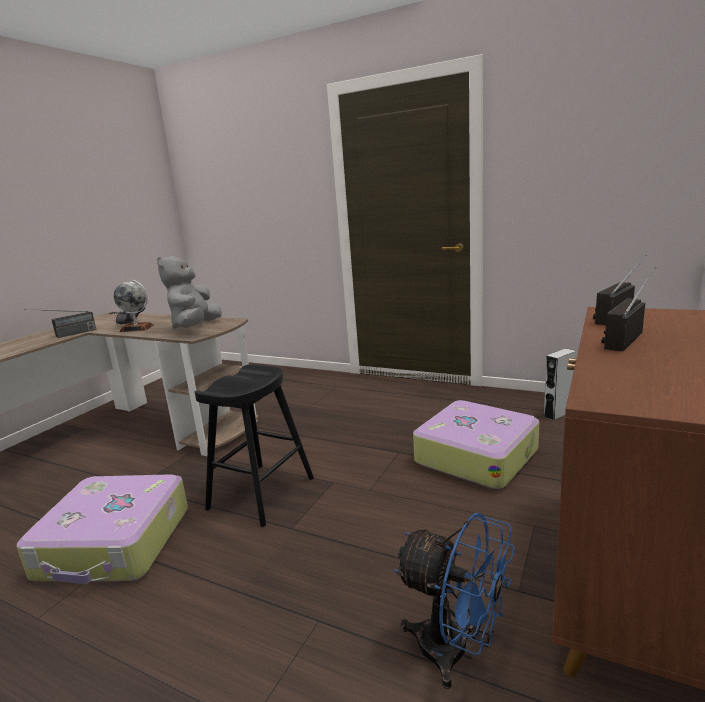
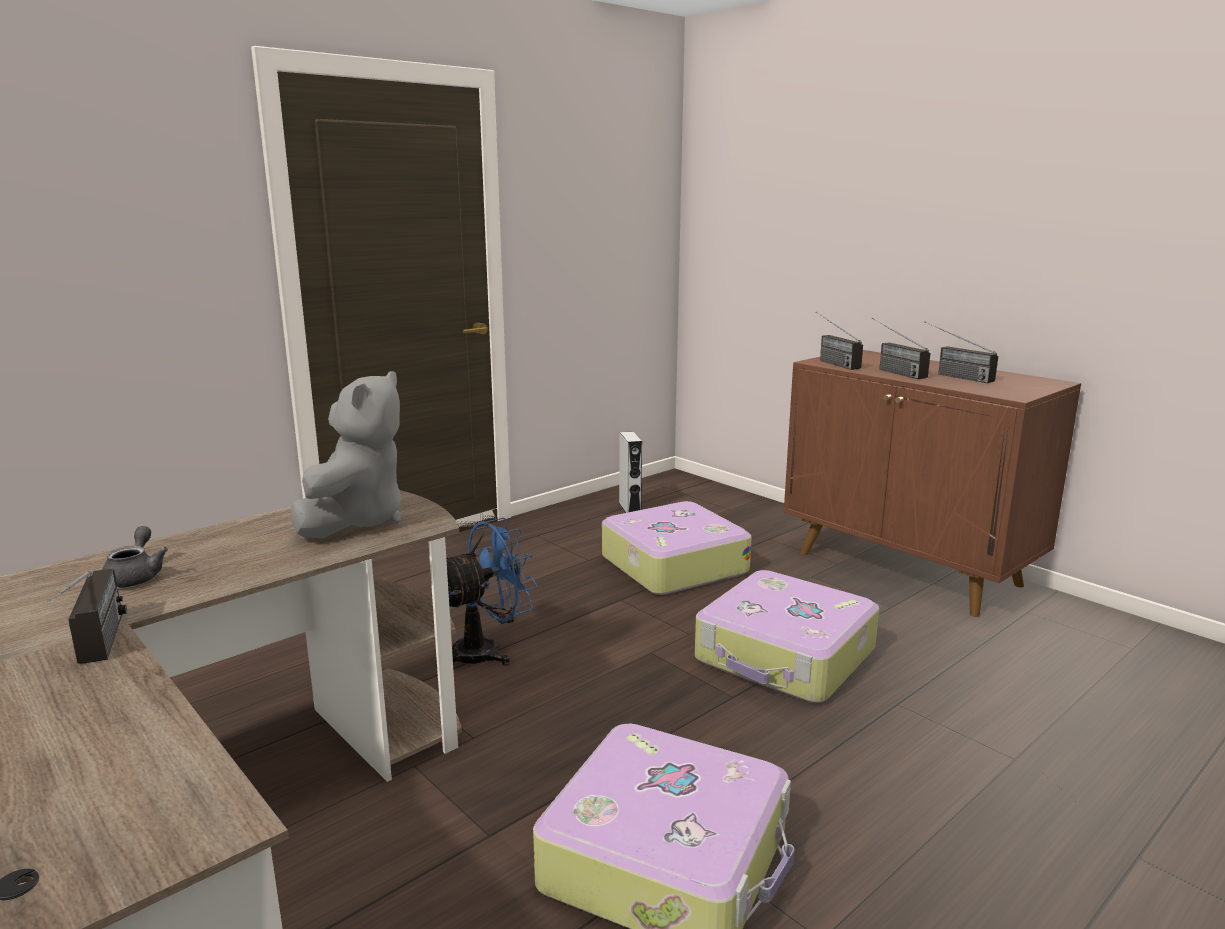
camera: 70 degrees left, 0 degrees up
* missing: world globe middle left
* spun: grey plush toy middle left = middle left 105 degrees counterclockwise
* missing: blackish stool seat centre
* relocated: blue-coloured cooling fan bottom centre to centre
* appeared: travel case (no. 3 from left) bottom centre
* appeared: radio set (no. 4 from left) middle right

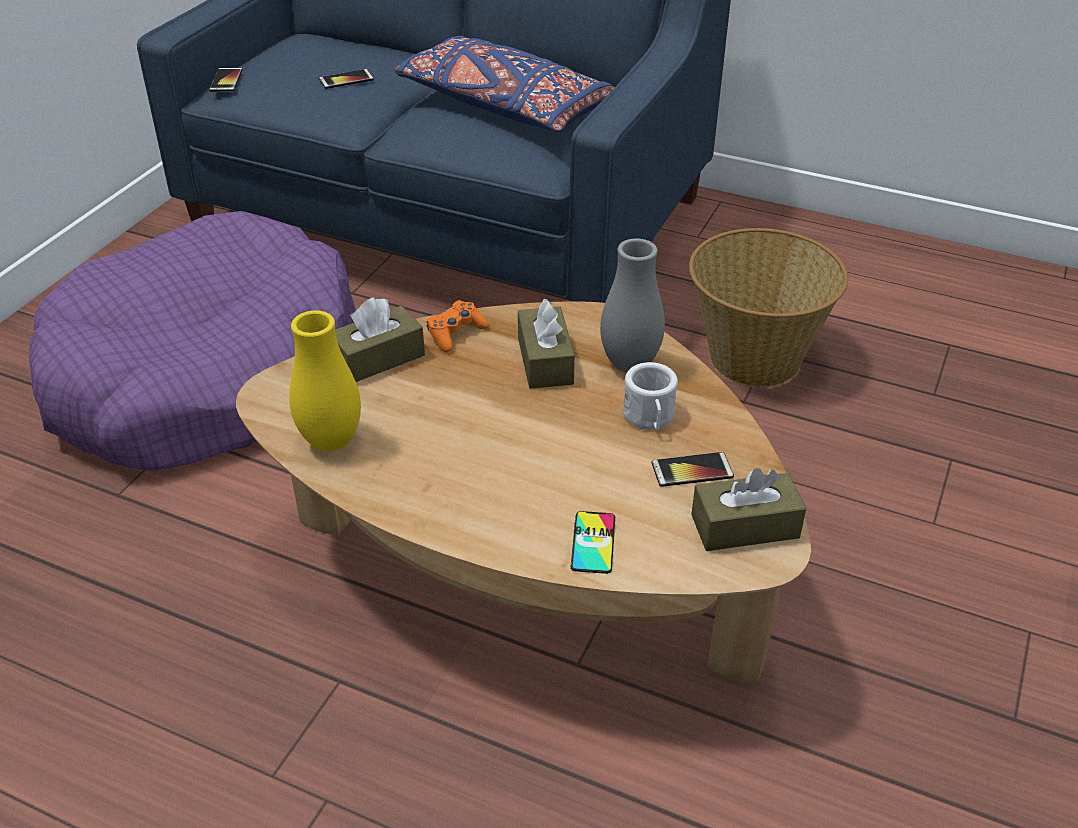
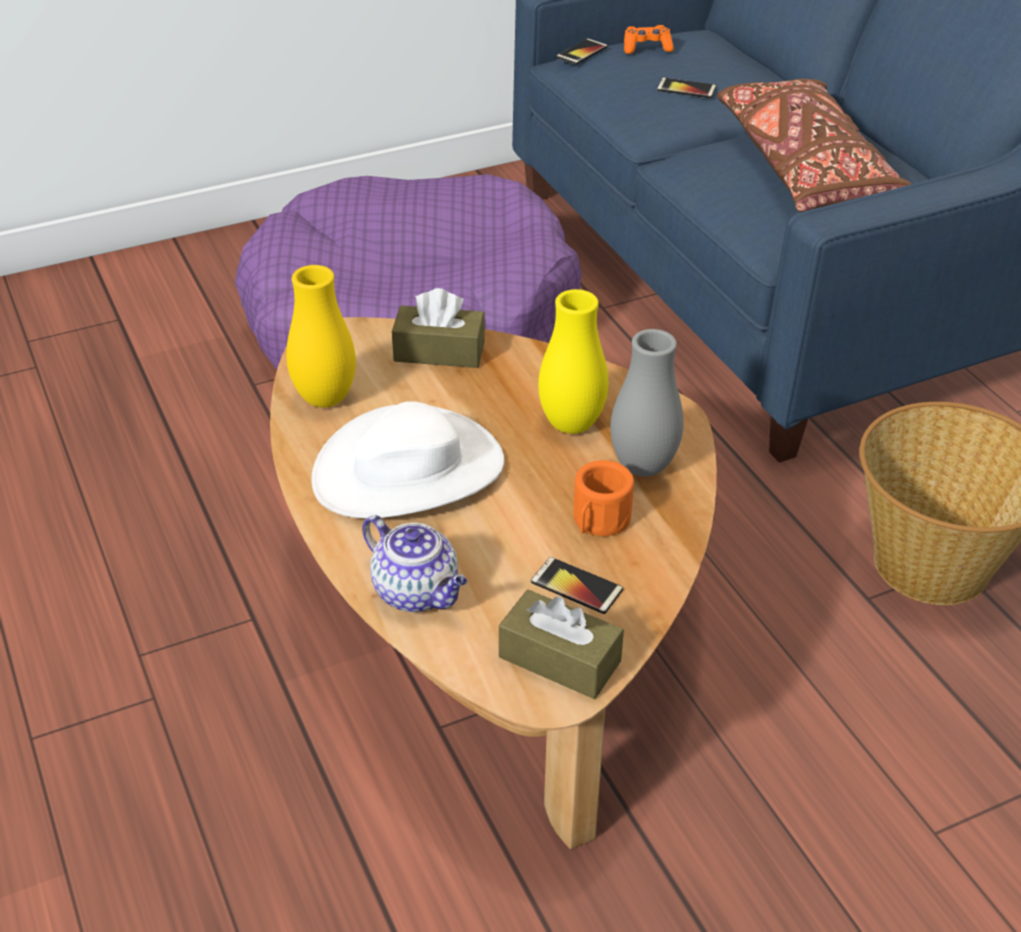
camera: 40 degrees right, 0 degrees up
* colour: blue-coloured throw pillow top centre to brown throw pillow top right
* relocated: orange-coloured joypad centre to top centre
* exchanged: brown tissue box (no. 2 from left) centre to yellowish flower vase (no. 2 from left) centre
* exchanged: telephone (no. 3 from left) centre to teapot centre
* colour: white tea mug centre to orange-coloured tea mug centre
* appeared: white clothing hat centre

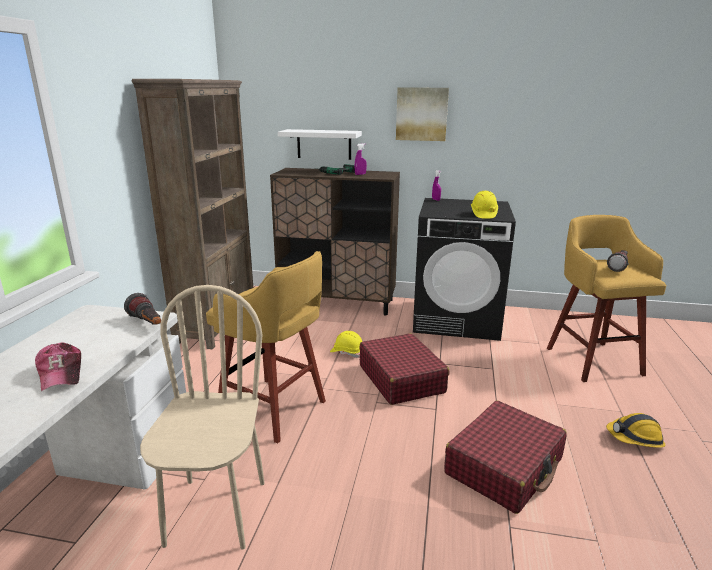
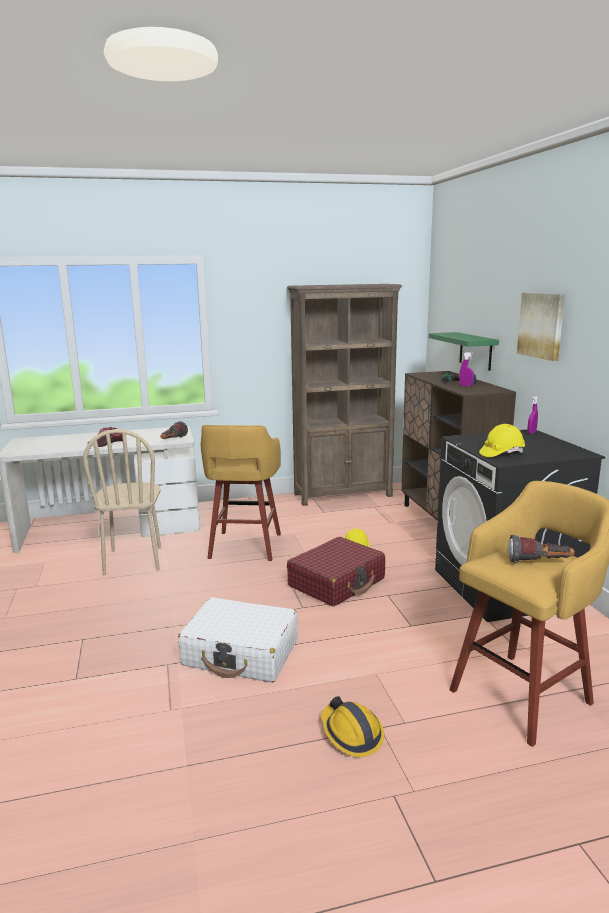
camera: 65 degrees right, 5 degrees down
* spun: sand-coloured upright chair bottom left = middle left 105 degrees clockwise
* colour: white bracket shelf top centre to green-coloured bracket shelf middle right
* colour: red-coloured travel case (no. 2 from left) bottom right to white travel case bottom centre

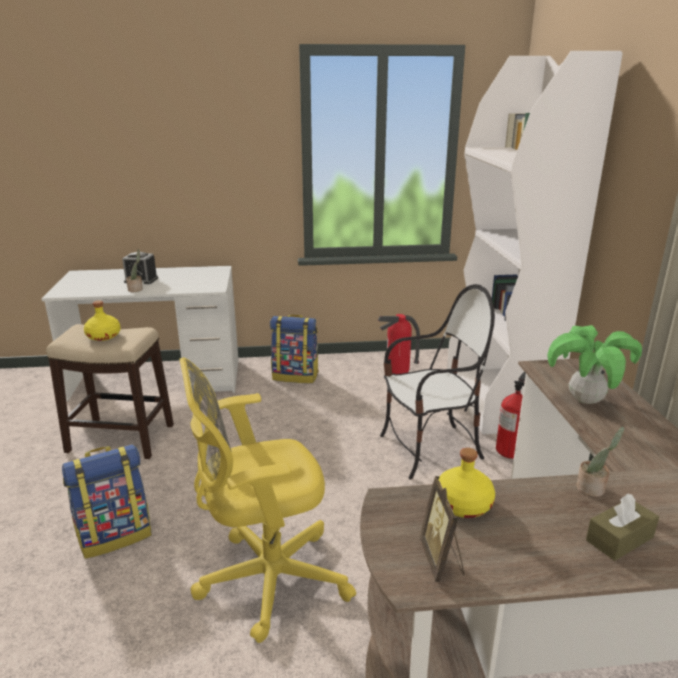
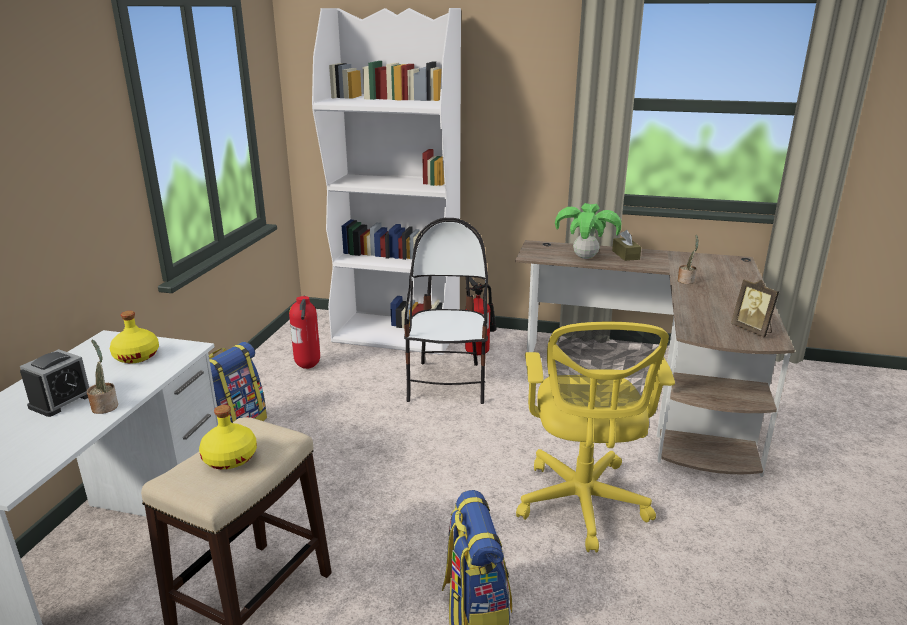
camera: 70 degrees left, 0 degrees up
* spun: photo frame bottom centre = middle right 45 degrees clockwise
* relocated: yellowish beverage bottle (no. 2 from left in the first image) bottom right to yellowish beverage bottle (no. 1 from left) middle left
* relocated: brown tissue box bottom right to middle right

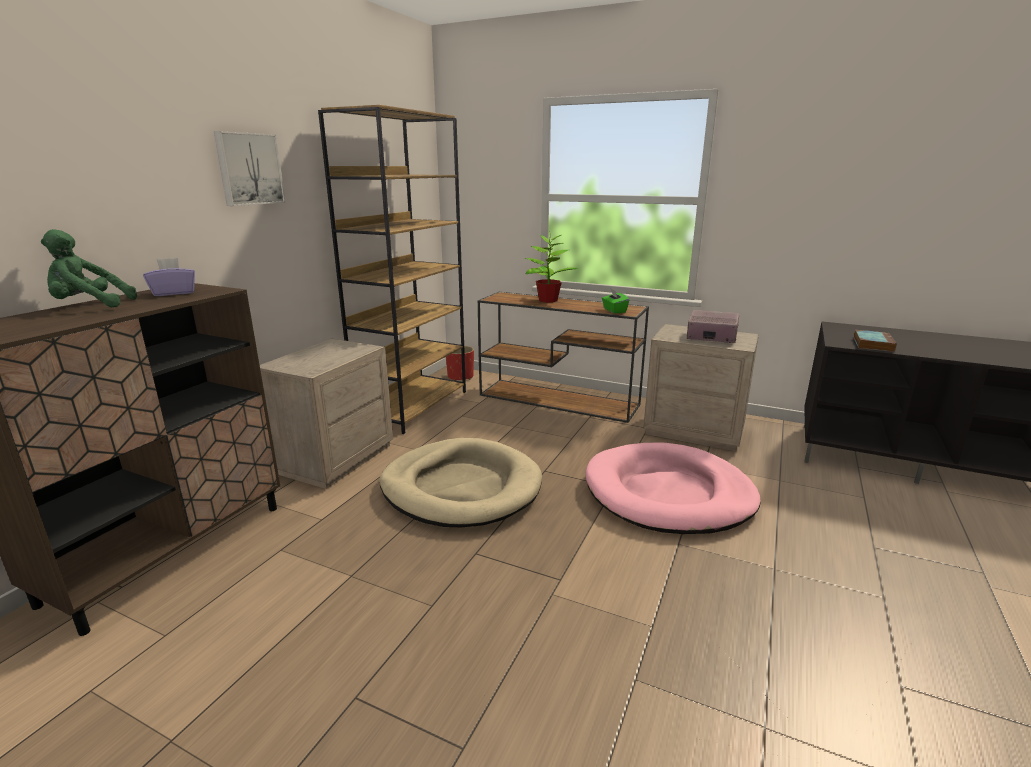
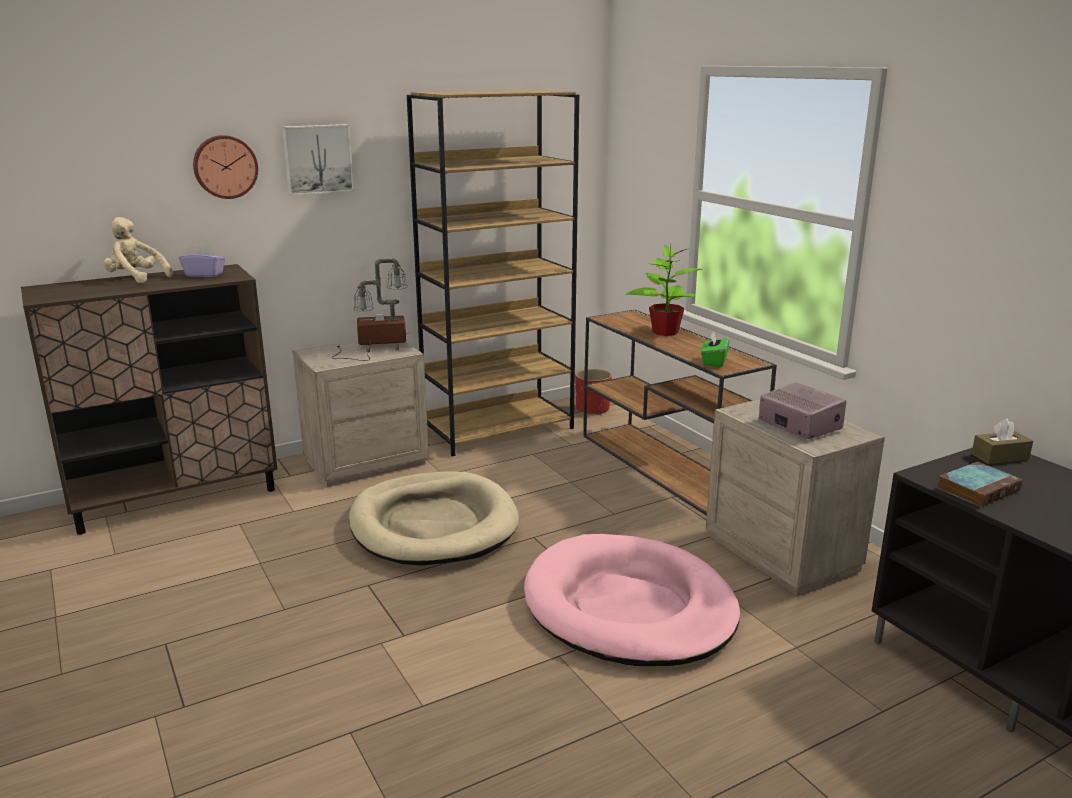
camera: 35 degrees right, 0 degrees up
* colour: green-coloured plush toy middle left to sand-coloured plush toy top left
* appeared: hanging clock top left
* appeared: table lamp centre
* appeared: brown tissue box middle right

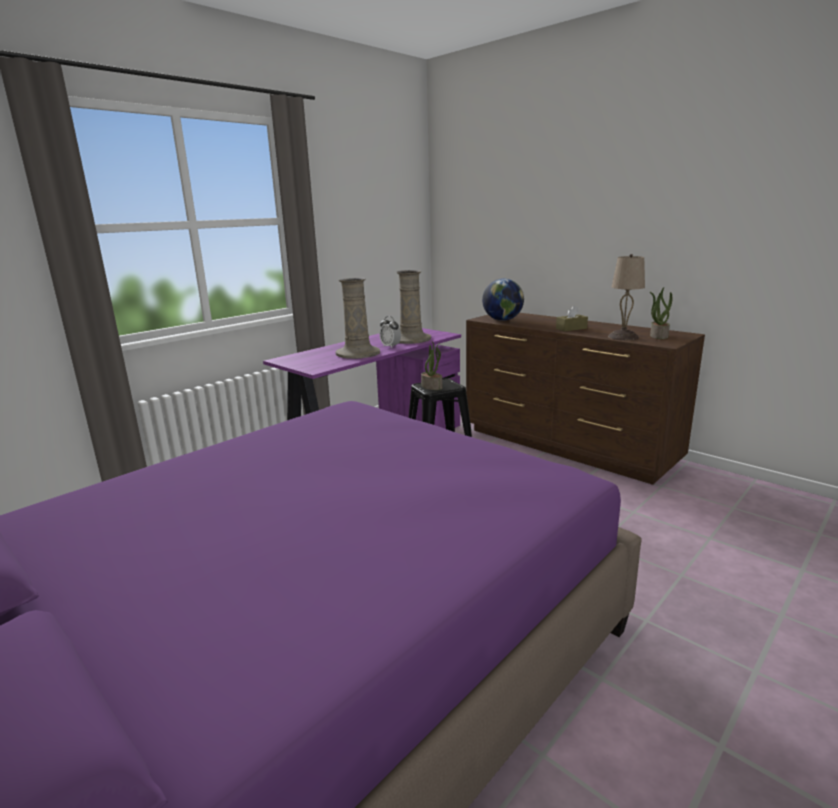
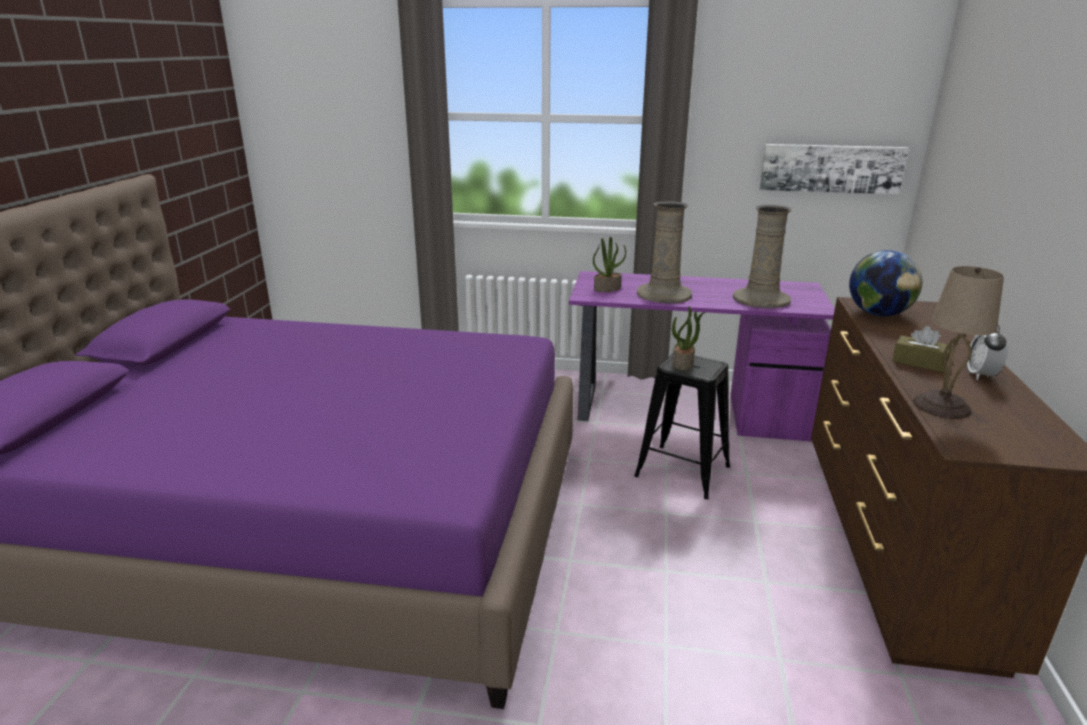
camera: 55 degrees right, 5 degrees up
* relocated: table clock centre to middle right
* relocated: houseplant (no. 2 from left in the first image) middle right to houseplant (no. 1 from left) centre
* appeared: wall picture top right

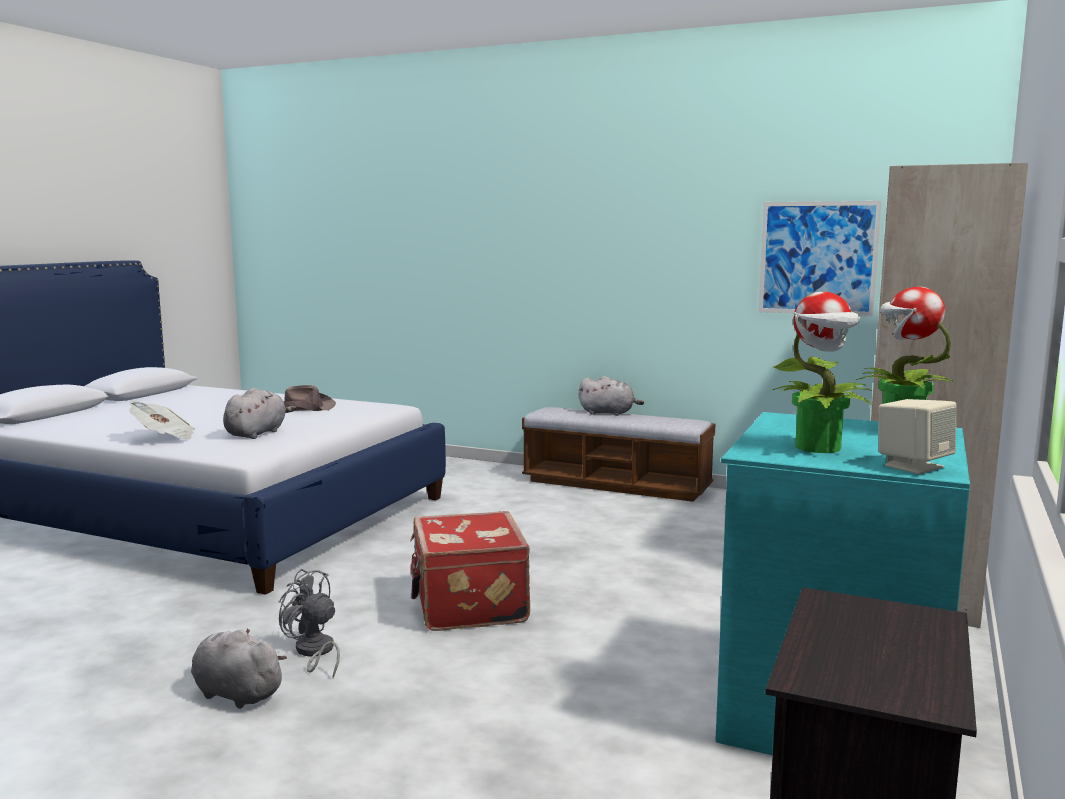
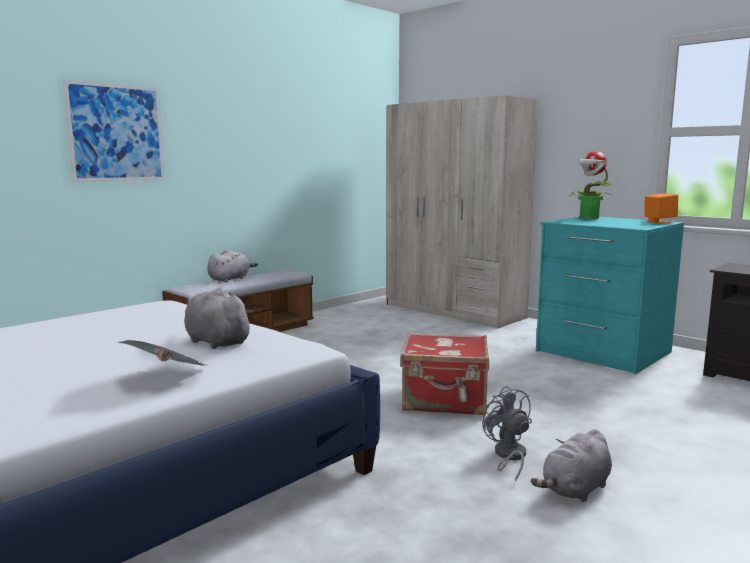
camera: 70 degrees left, 0 degrees up
* spun: grey cooling fan bottom left = bottom right 105 degrees clockwise
* missing: brown clothing hat middle left
* relocated: wall picture top right to top left
* missing: houseplant (no. 1 from left) middle right
* colour: sand-coloured loudspeaker middle right to orange-coloured loudspeaker middle right

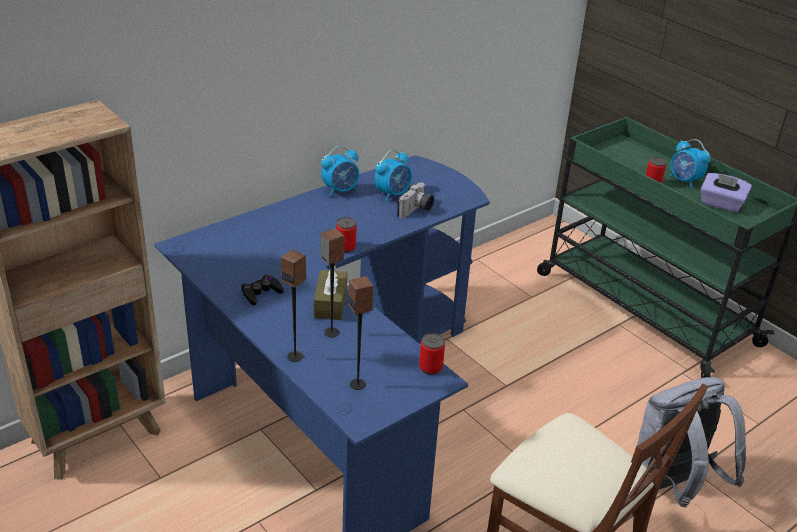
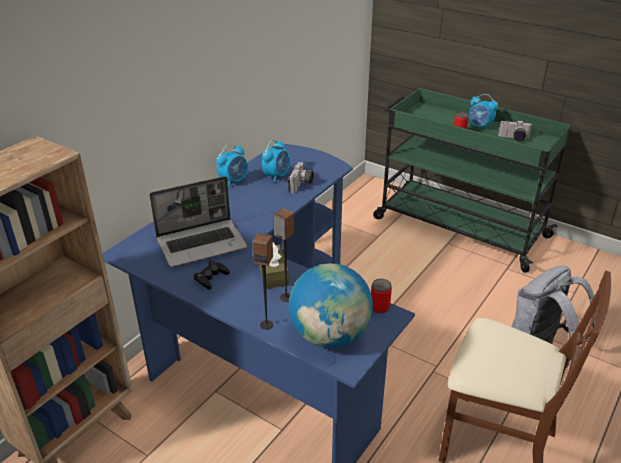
camera: 15 degrees left, 0 degrees up
* missing: can (no. 1 from left) centre
* exchanged: loudspeaker (no. 3 from left) centre to world globe centre
* exchanged: purple tissue box middle right to still camera (no. 2 from left) top right
* appeared: portable computer middle left

